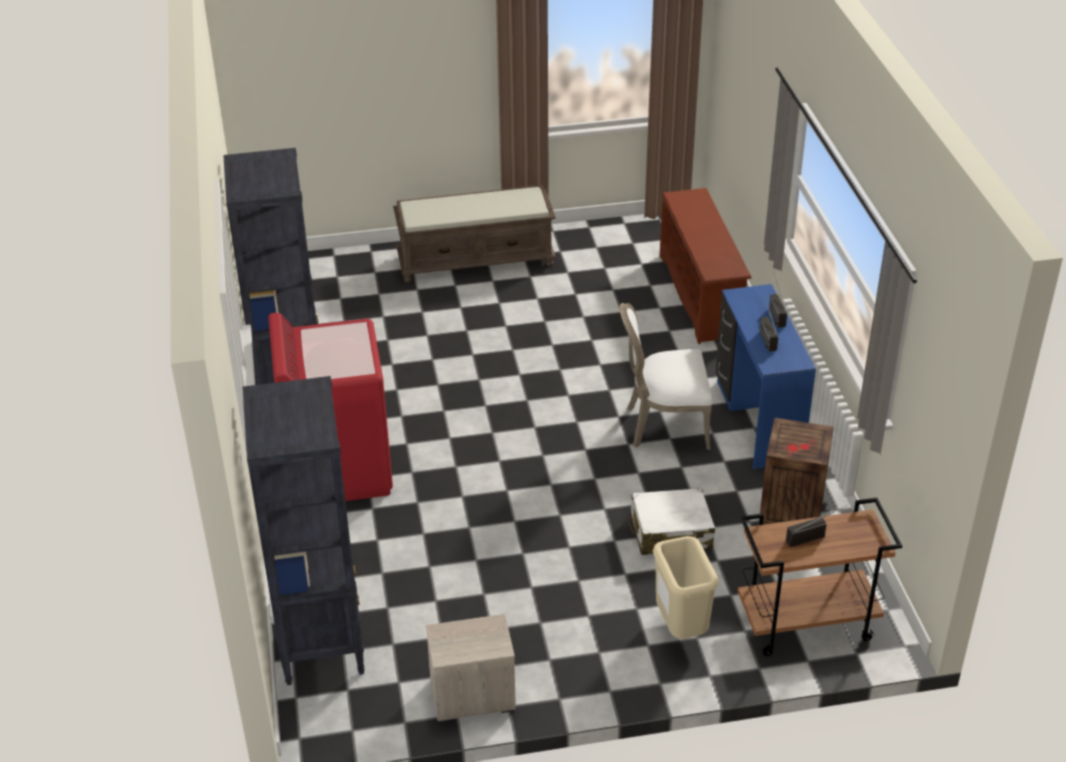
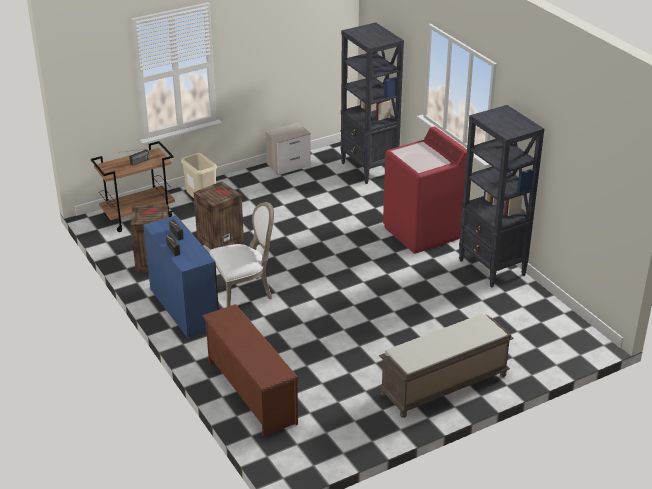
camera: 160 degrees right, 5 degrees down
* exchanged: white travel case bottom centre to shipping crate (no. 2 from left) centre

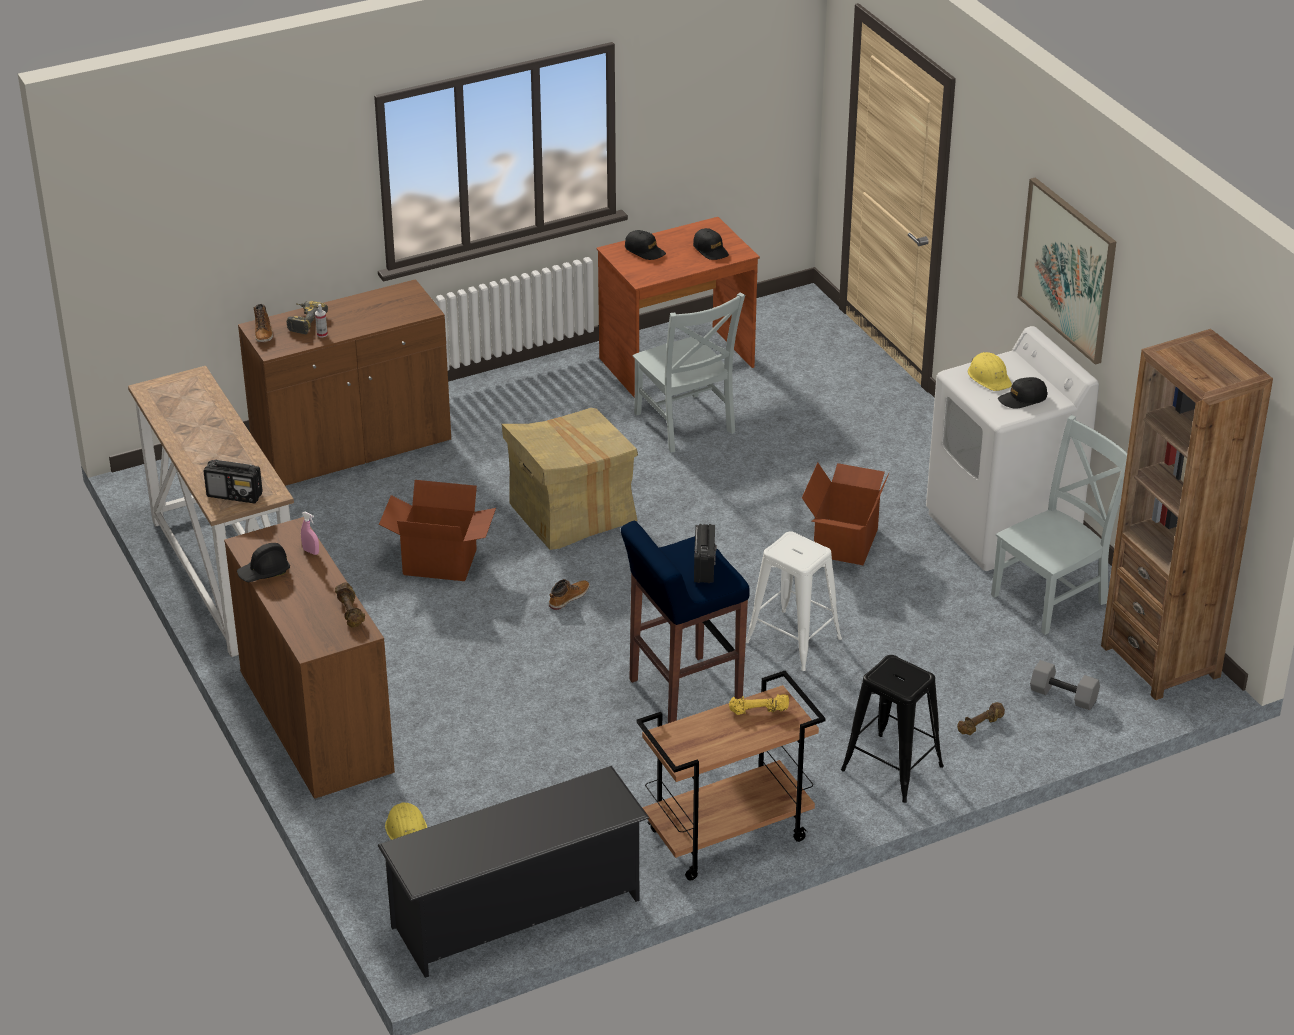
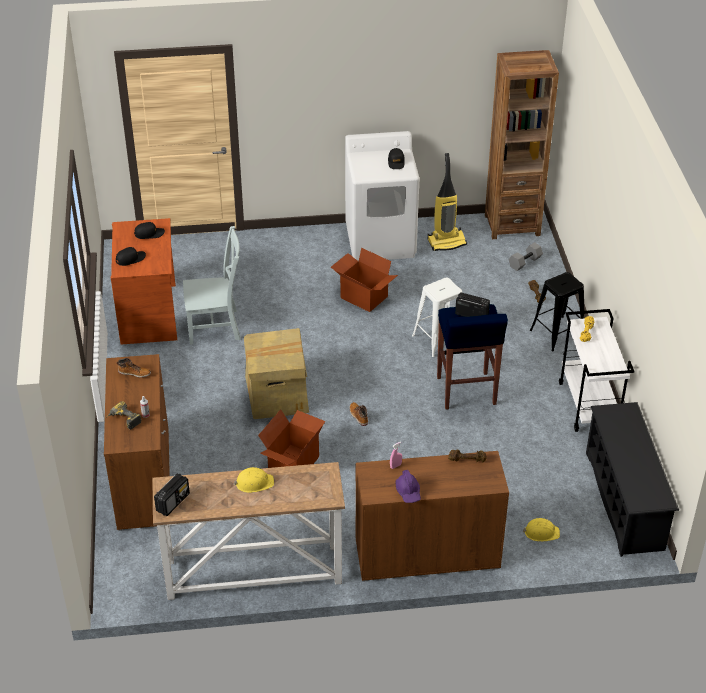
camera: 70 degrees left, 5 degrees up
* relocated: radio set (no. 1 from left) middle left to bottom left
* colour: blackish hard hat middle left to purple hard hat bottom centre
* relocated: high-top boot (no. 1 from left) top left to middle left
* colour: brown cart bottom centre to white cart middle right
* relocated: yellowish hard hat (no. 2 from left in the first image) middle right to yellowish hard hat (no. 1 from left) bottom centre
* exchanged: grey upright chair (no. 2 from left) middle right to vacuum cleaner top centre
* missing: wall picture top right

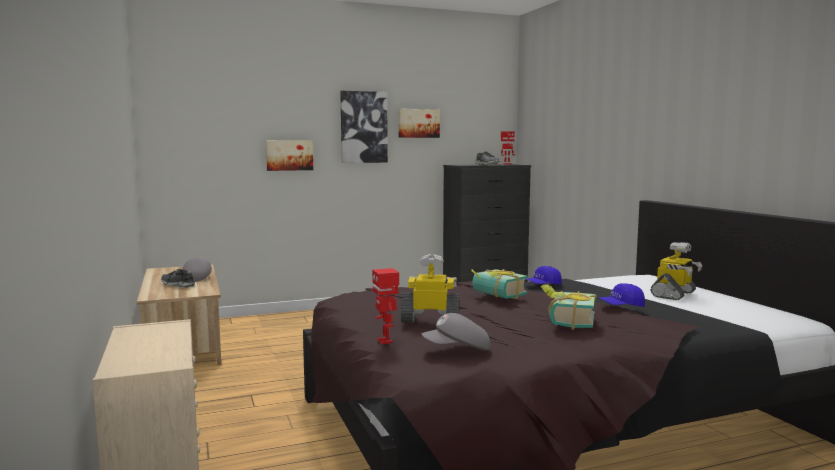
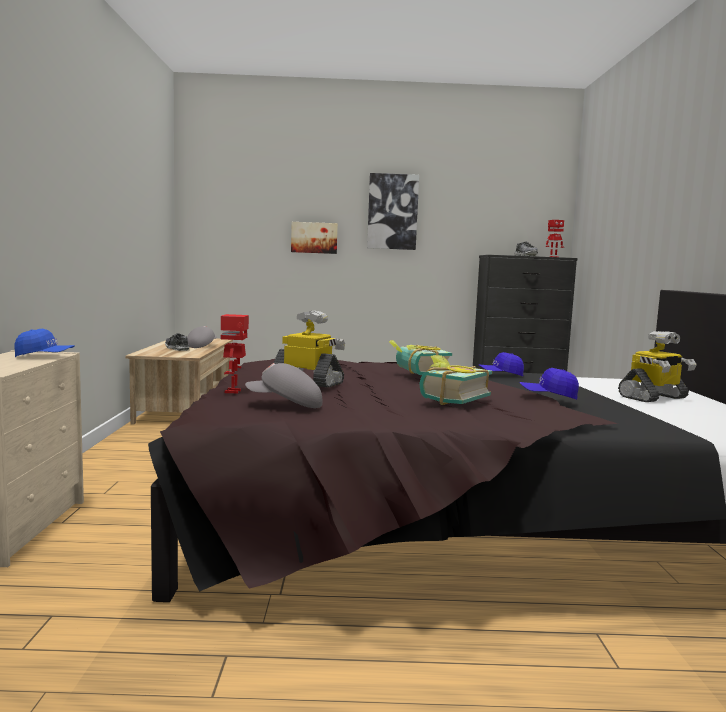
camera: 20 degrees right, 0 degrees up
* missing: wall picture (no. 3 from left) top centre
* appeared: blue-coloured baseball cap (no. 1 from left) middle left

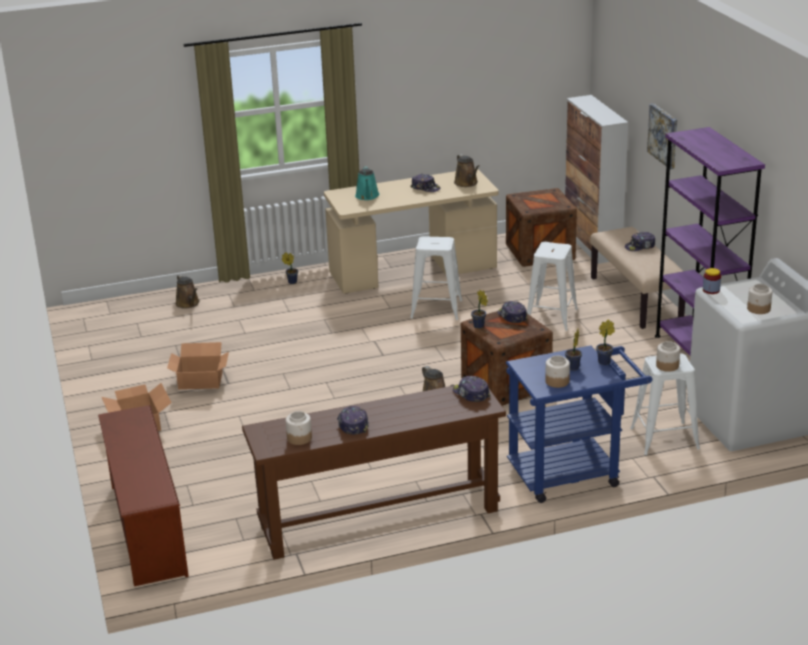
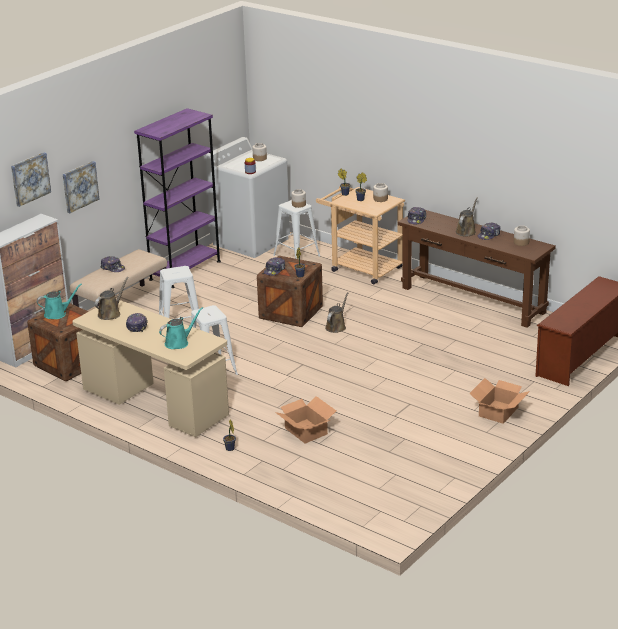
camera: 125 degrees left, 0 degrees up
* relocated: carton (no. 2 from left in the first image) middle left to carton (no. 1 from left) bottom centre
* relocated: brown watering can (no. 1 from left in the first image) middle left to brown watering can (no. 3 from left) middle right
* colour: blue-coloured cart middle right to sand-coloured cart centre
* appeared: wall picture (no. 1 from left) top left
* appeared: blue-green watering can (no. 1 from left) middle left

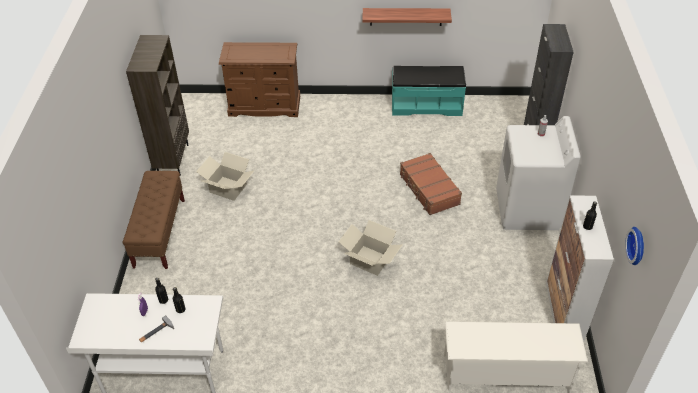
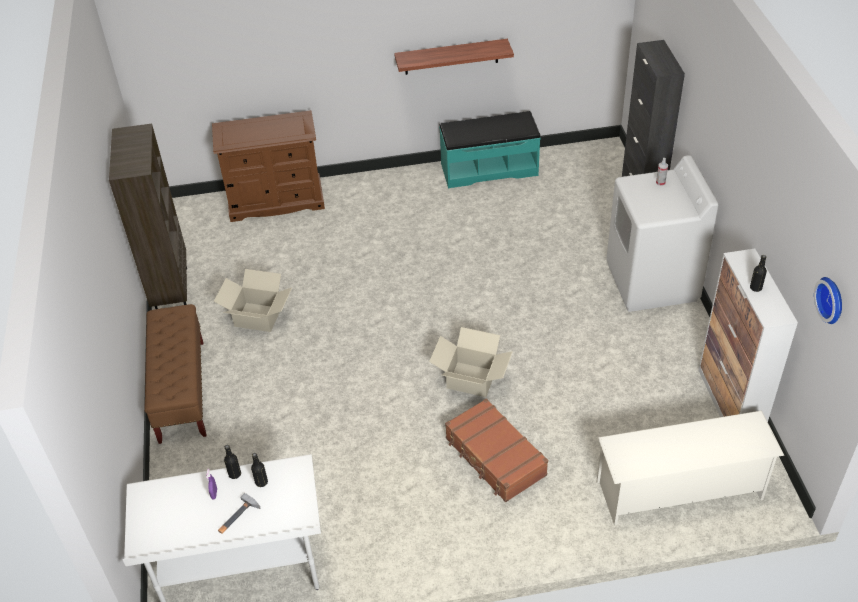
camera: 10 degrees left, 0 degrees up
* relocated: brown travel case centre to bottom centre

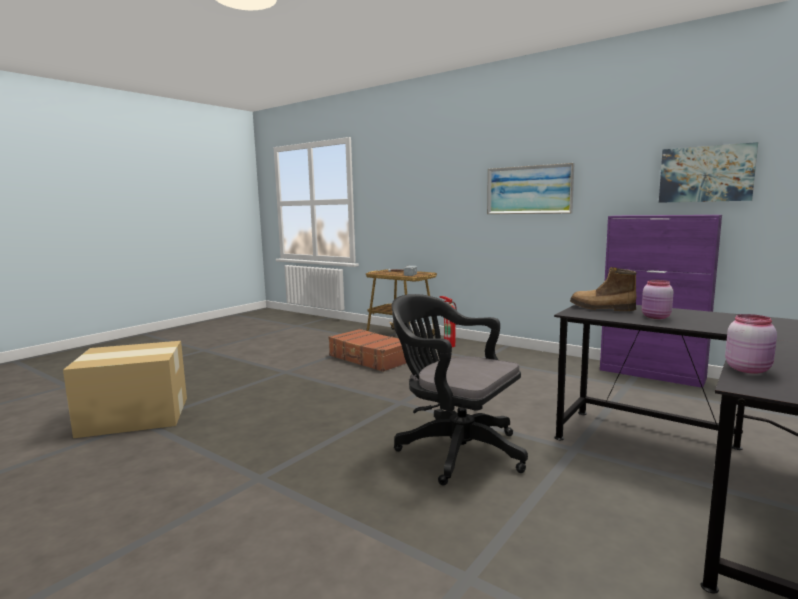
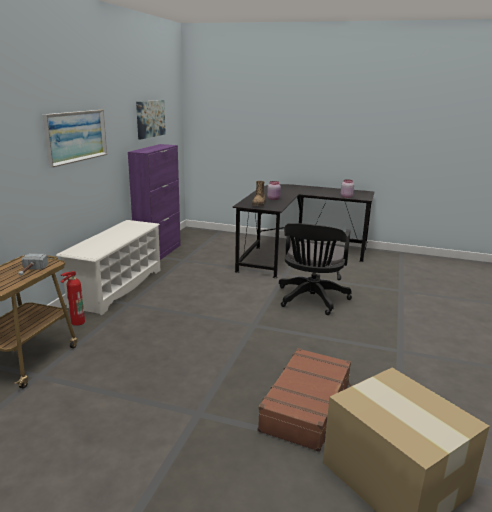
camera: 110 degrees left, 10 degrees up
* relocated: brown travel case centre to bottom centre
* appeared: white shoe stand middle left

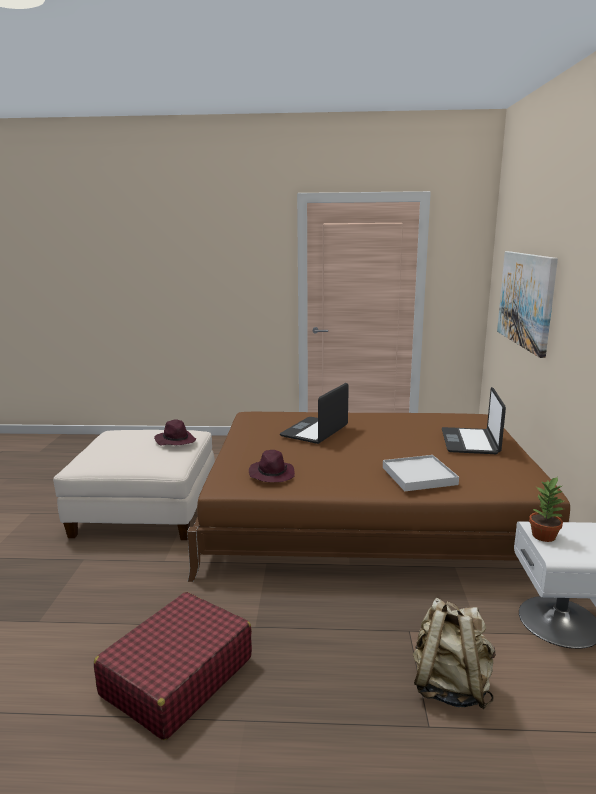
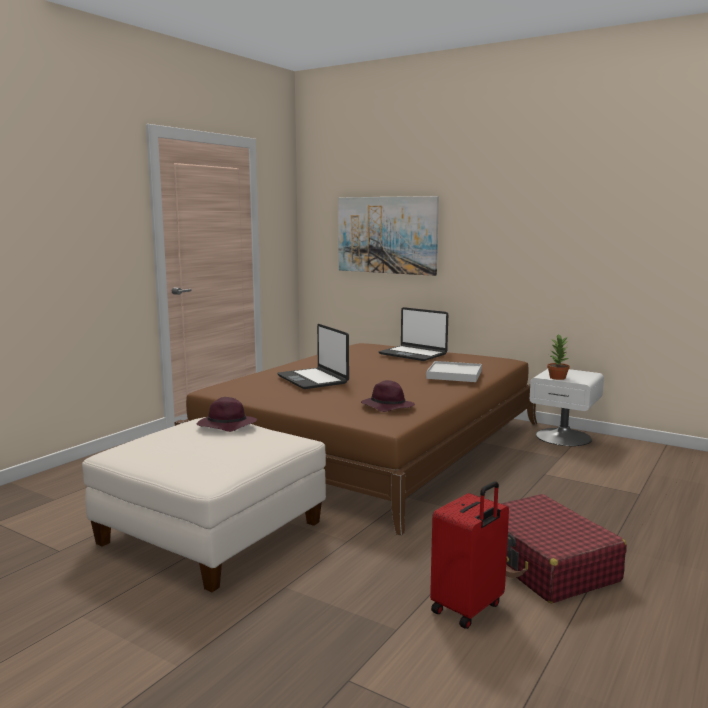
camera: 60 degrees left, 5 degrees down
* missing: sand-coloured rucksack bottom right
* appeared: red-coloured travel case (no. 1 from left) bottom centre

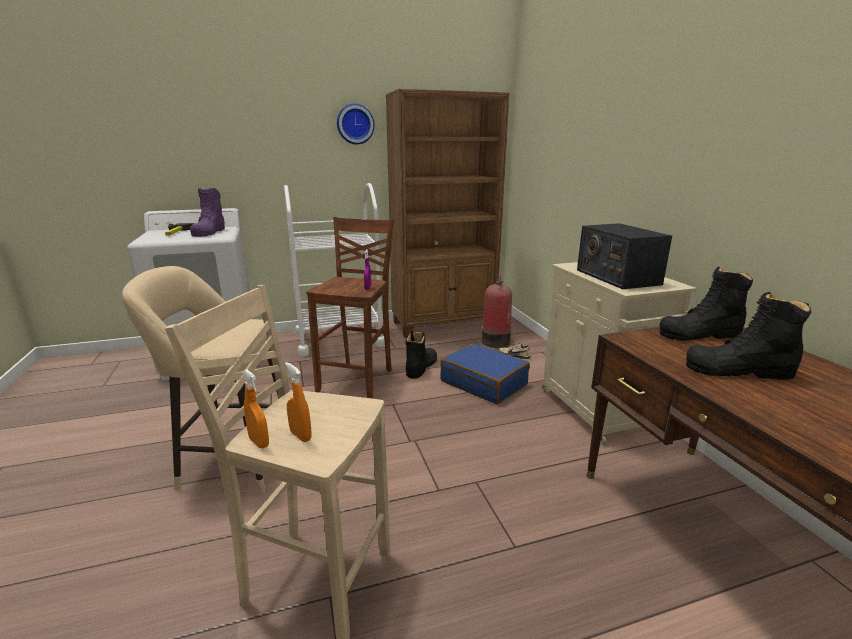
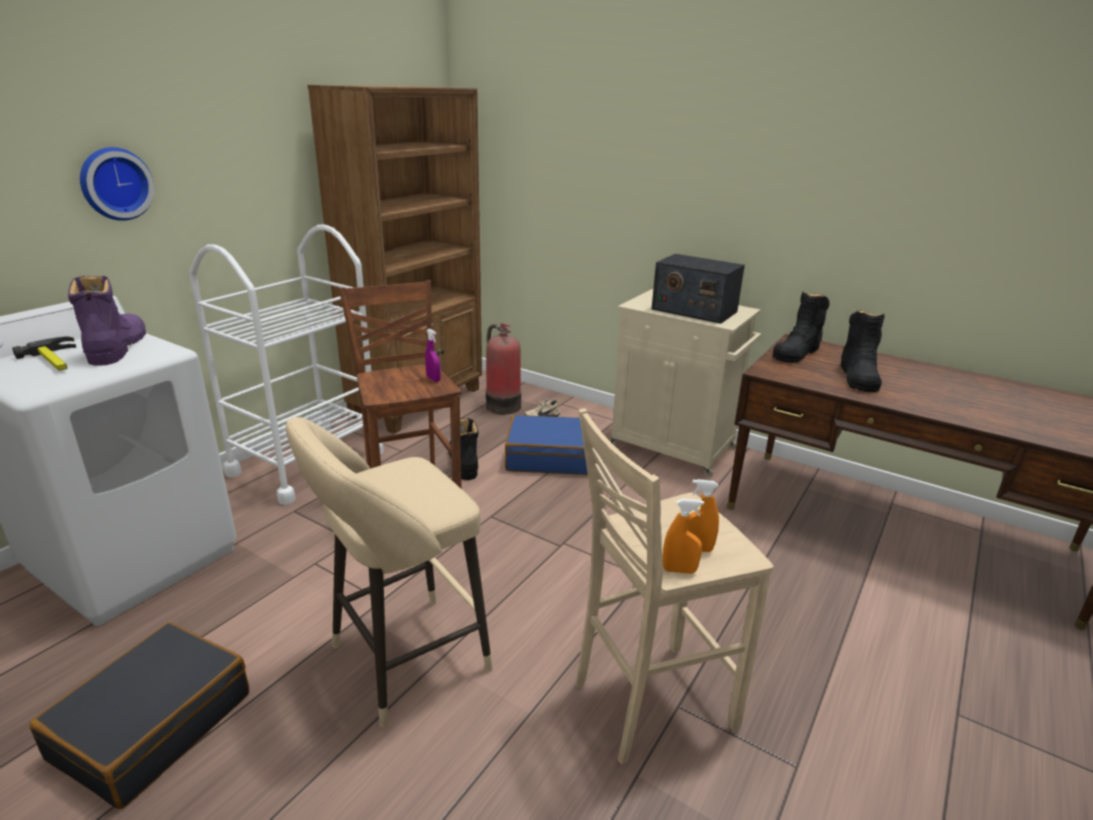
camera: 40 degrees left, 5 degrees up
* spun: purple high-top boot top left = middle left 150 degrees counterclockwise
* relocated: hanging clock top centre to top left
* spun: blackish high-top boot (no. 3 from left) middle right = middle right 45 degrees counterclockwise
* appeared: blackish travel case bottom left

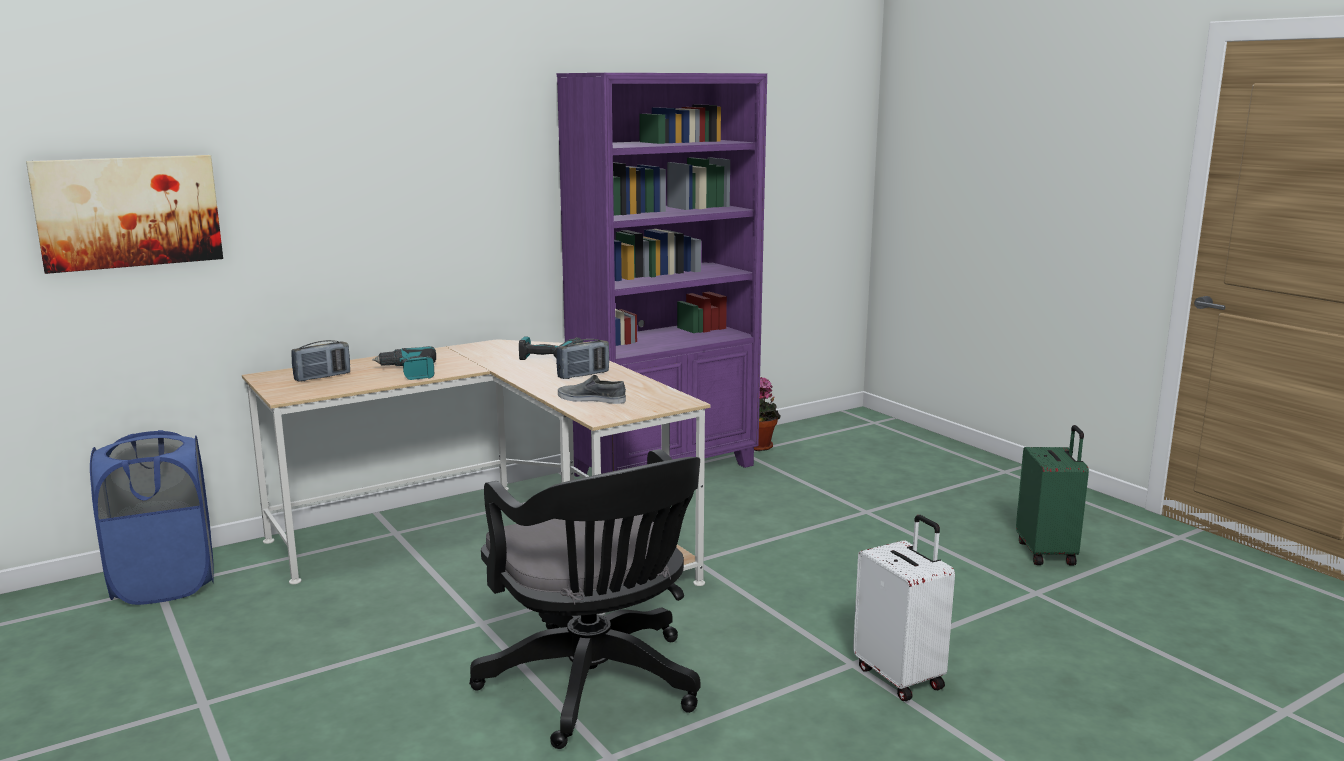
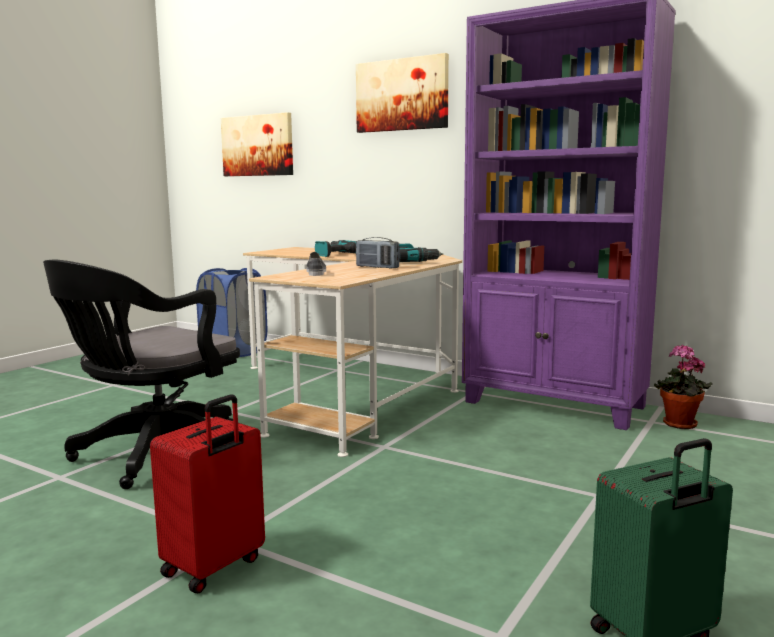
camera: 65 degrees right, 5 degrees down
* missing: radio set (no. 1 from left) middle left
* colour: white travel case bottom right to red-coloured travel case bottom left
* appeared: wall picture (no. 2 from left) top centre

